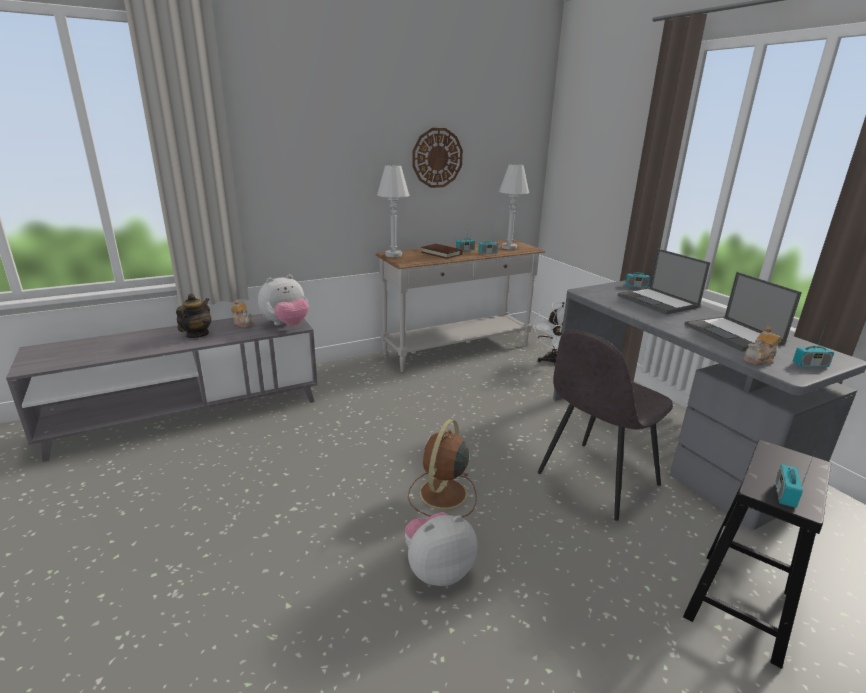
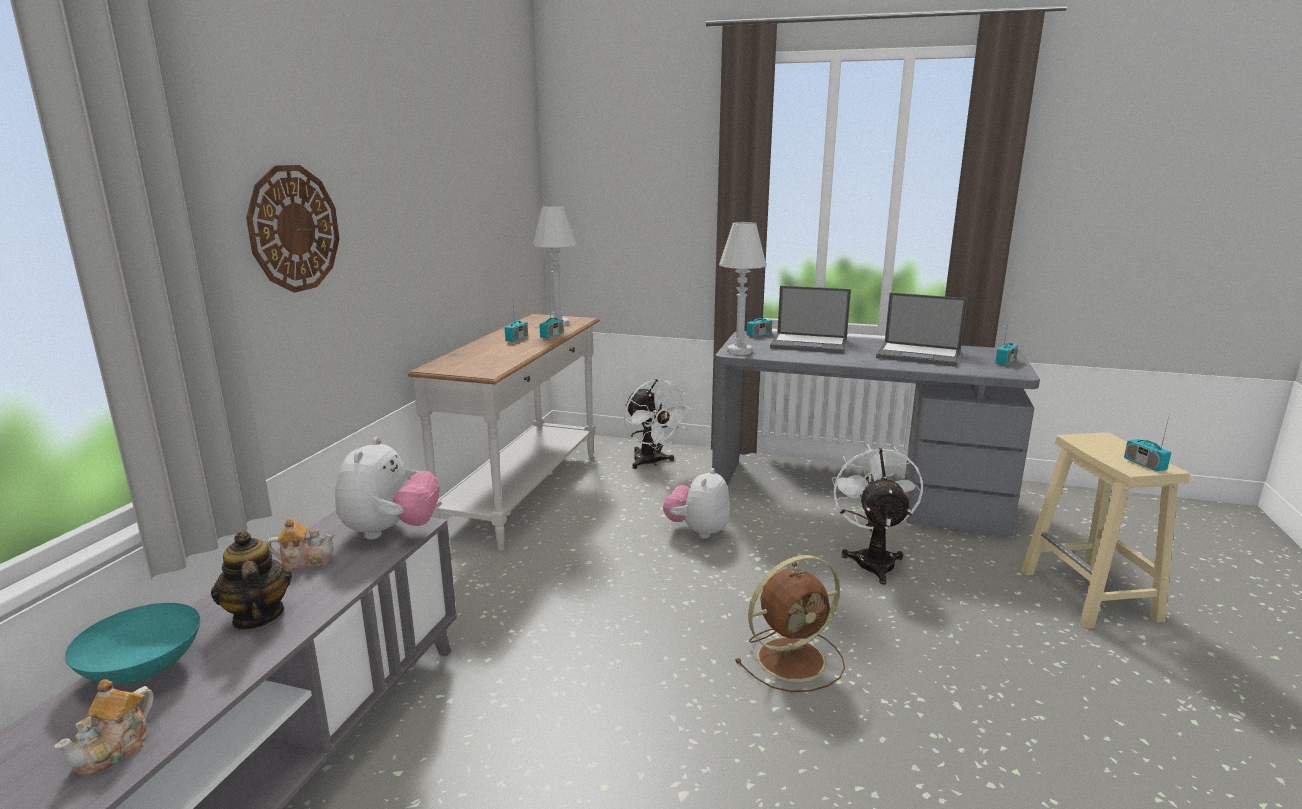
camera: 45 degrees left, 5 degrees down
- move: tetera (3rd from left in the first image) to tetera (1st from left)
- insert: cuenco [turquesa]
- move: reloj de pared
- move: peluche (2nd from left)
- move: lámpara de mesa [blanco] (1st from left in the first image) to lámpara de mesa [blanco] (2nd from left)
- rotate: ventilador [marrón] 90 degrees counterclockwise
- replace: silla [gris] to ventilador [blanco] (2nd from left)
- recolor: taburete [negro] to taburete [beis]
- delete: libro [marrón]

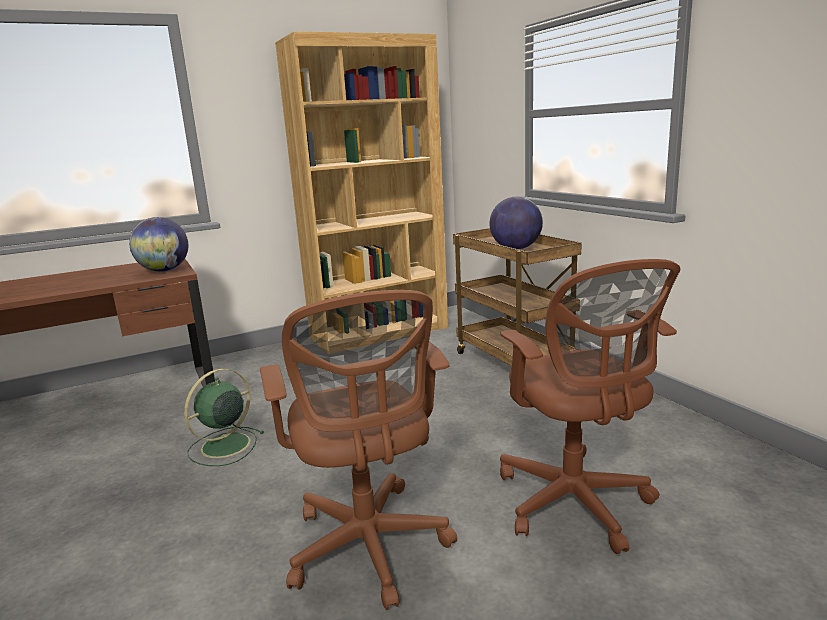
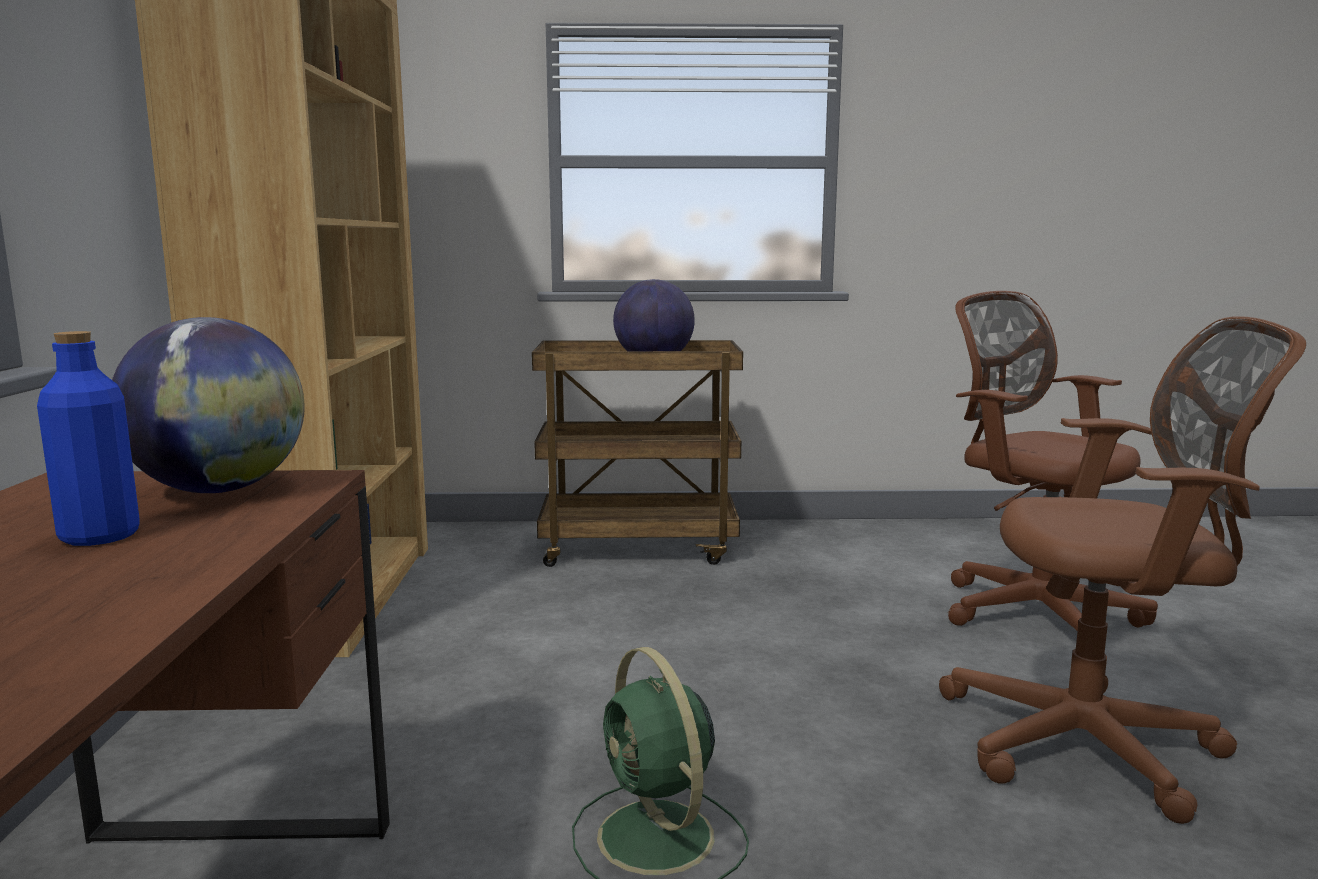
camera: 65 degrees left, 5 degrees down
- insert: botella [azul]
- rotate: silla de oficina [marrón] (2nd from left in the first image) 135 degrees counterclockwise

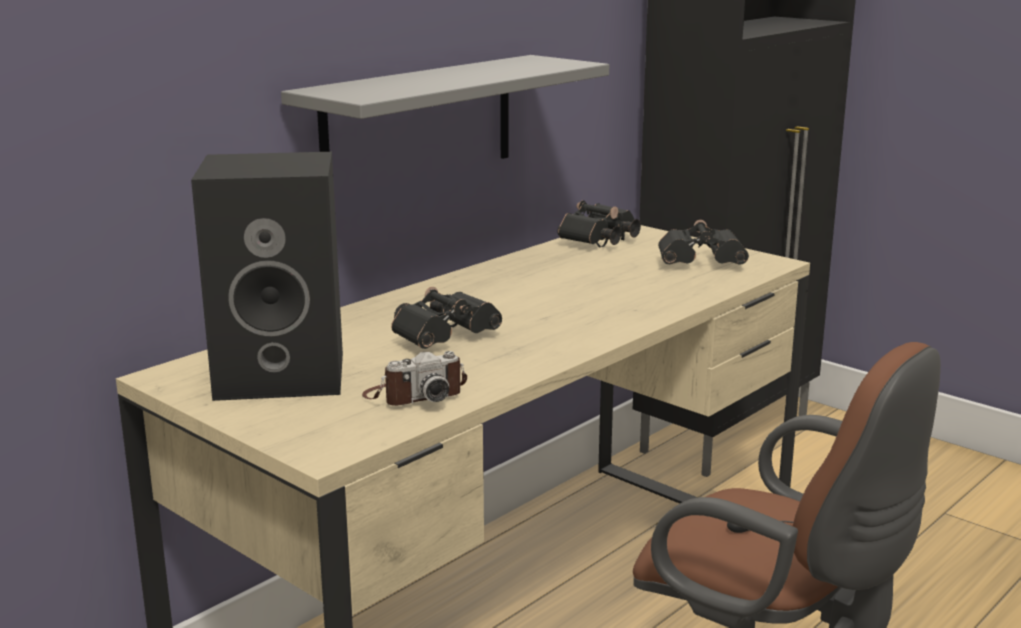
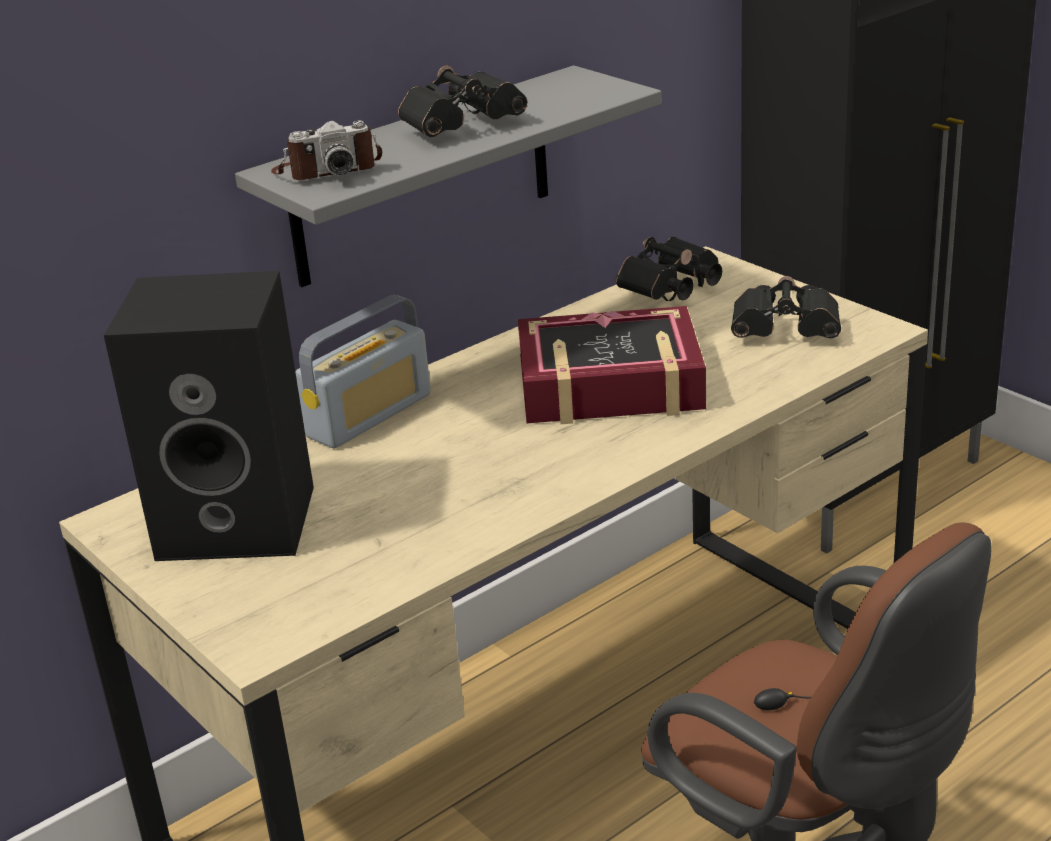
camera: 10 degrees right, 10 degrees up
- move: cámara
- insert: radio
- move: prismáticos [negro] (1st from left)
- insert: libro

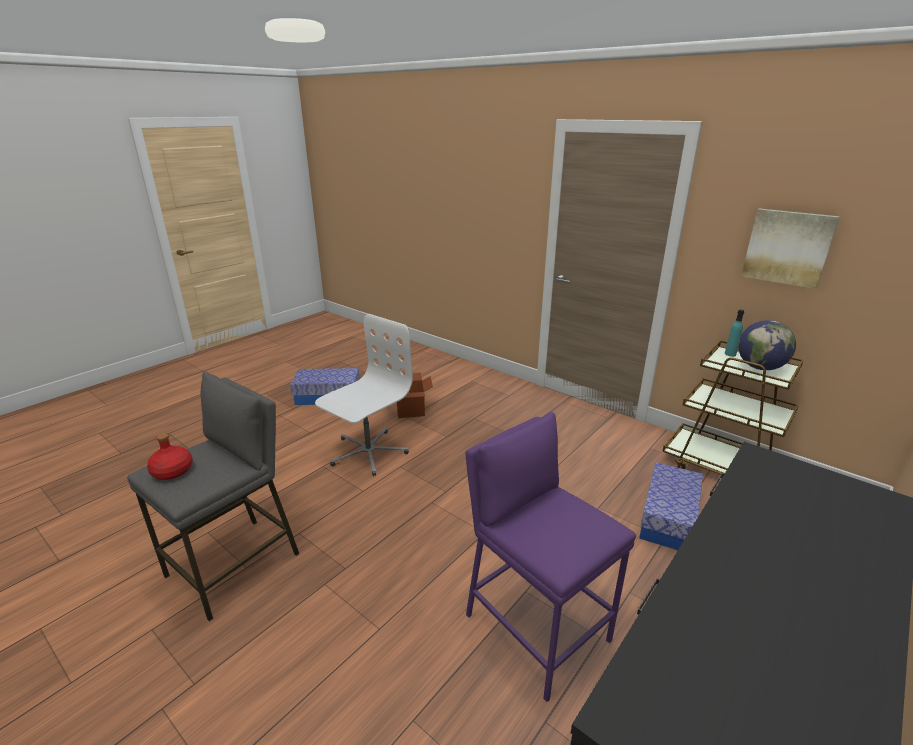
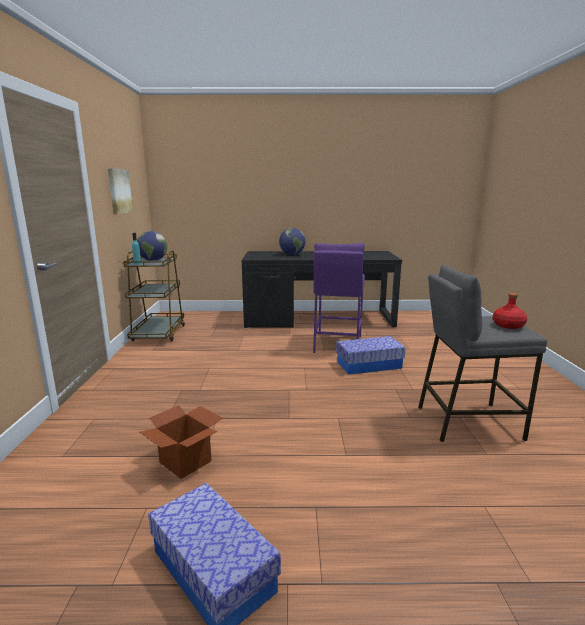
camera: 130 degrees left, 10 degrees down
- insert: globo terráqueo (2nd from left)
- move: caja de almacenaje (2nd from left)
- delete: silla de oficina [blanco]

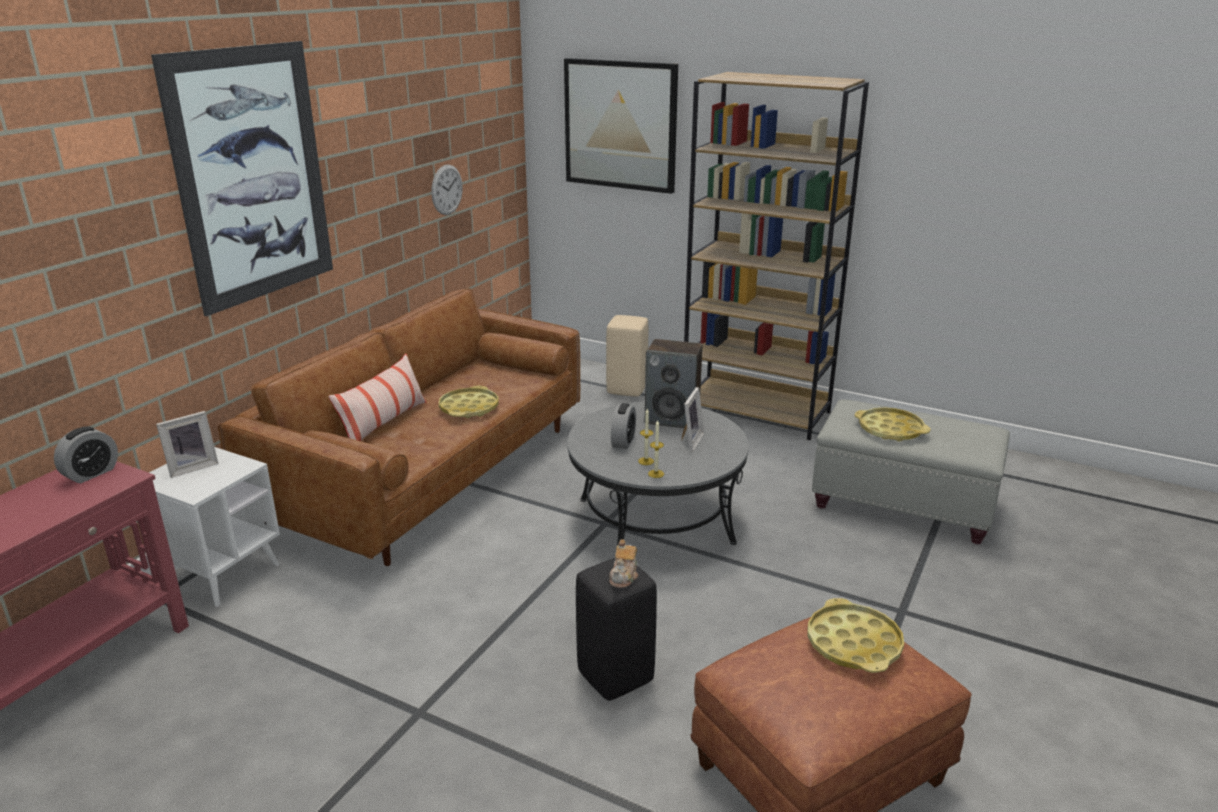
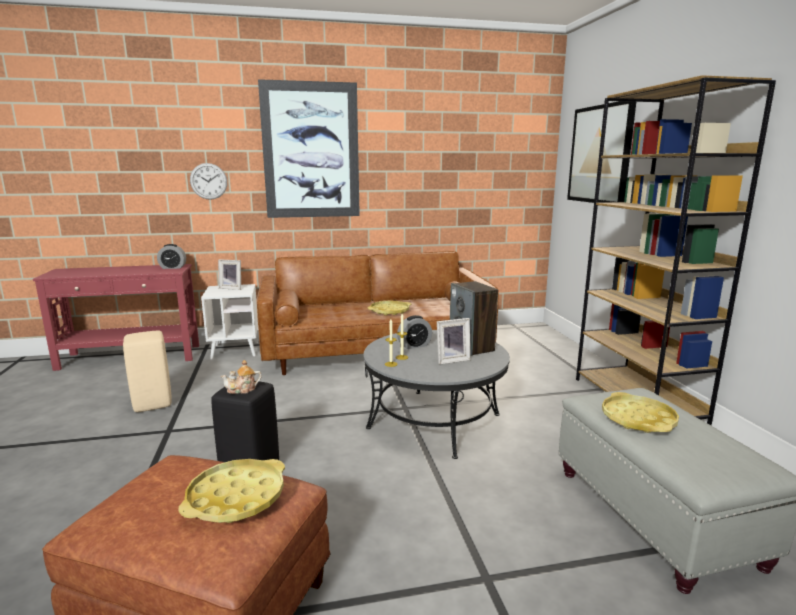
camera: 50 degrees right, 10 degrees down
- move: taburete [beis]
- move: reloj de pared
- delete: cojín

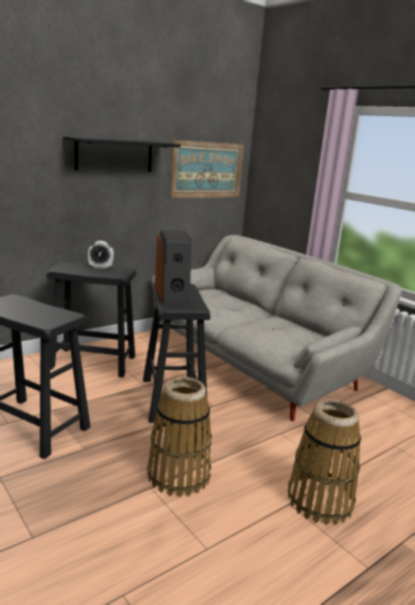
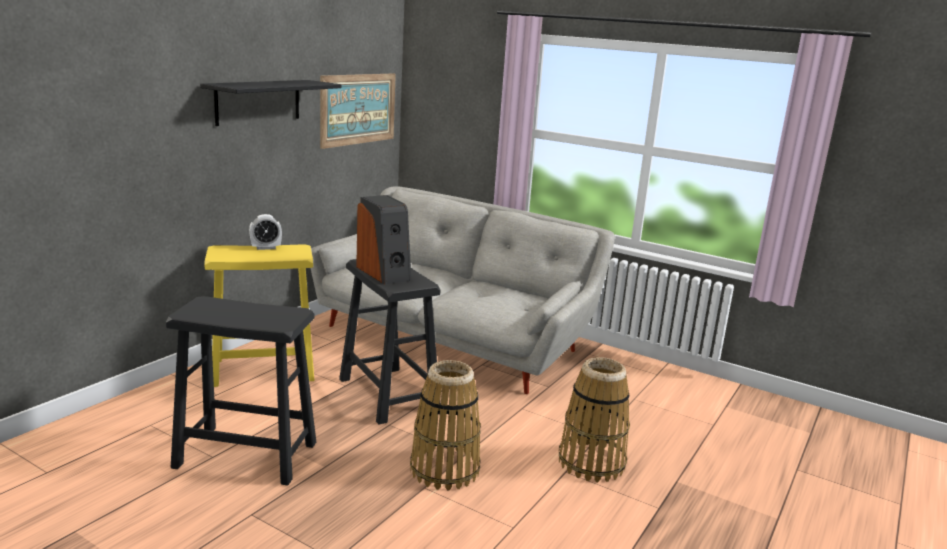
camera: 20 degrees left, 0 degrees up
- recolor: taburete [negro] (2nd from left) to taburete [amarillo]

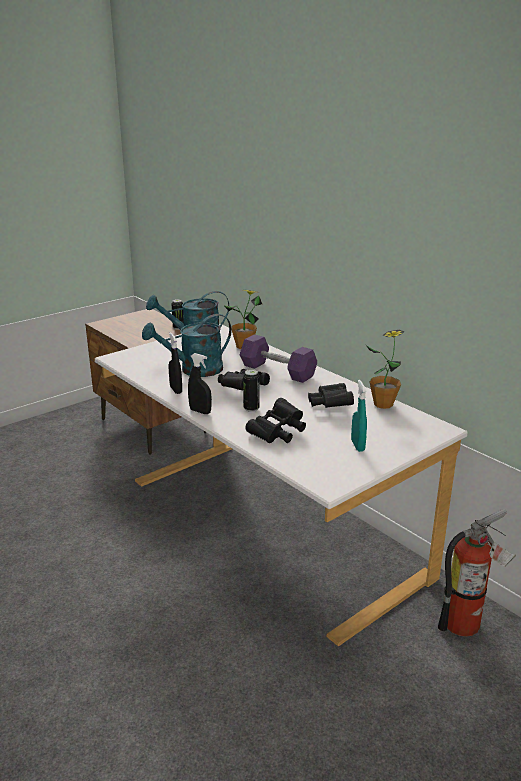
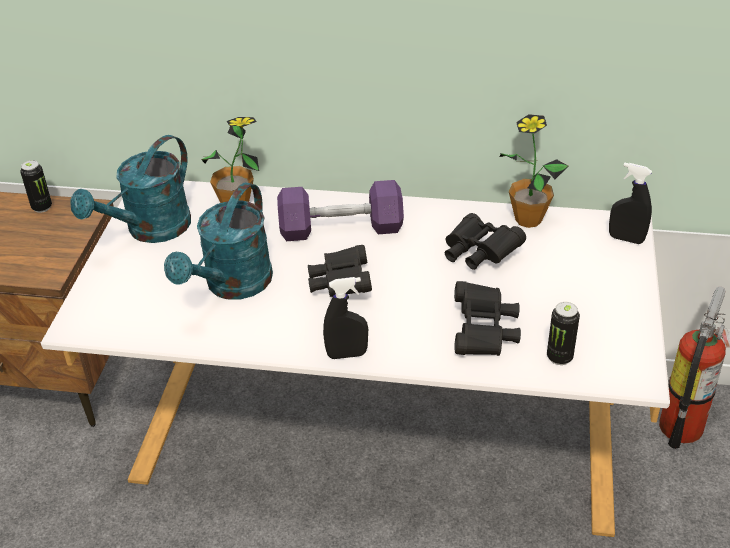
camera: 40 degrees left, 15 degrees up
- move: lata (2nd from left)
- move: pulverizador [negro] (1st from left in the first image) to pulverizador [negro] (2nd from left)
- delete: pulverizador [turquesa]

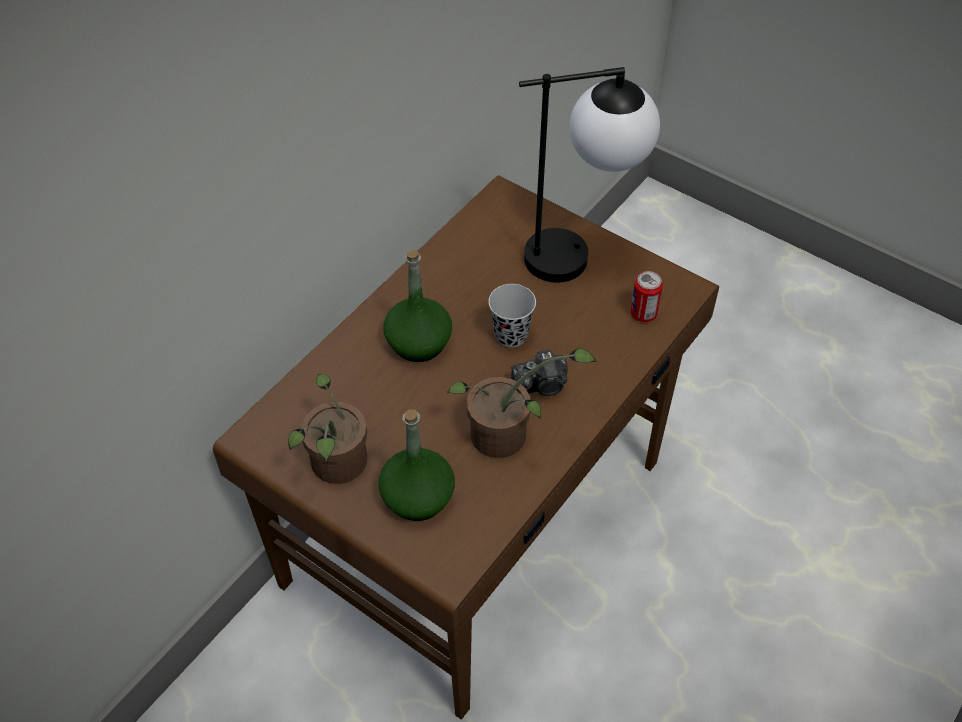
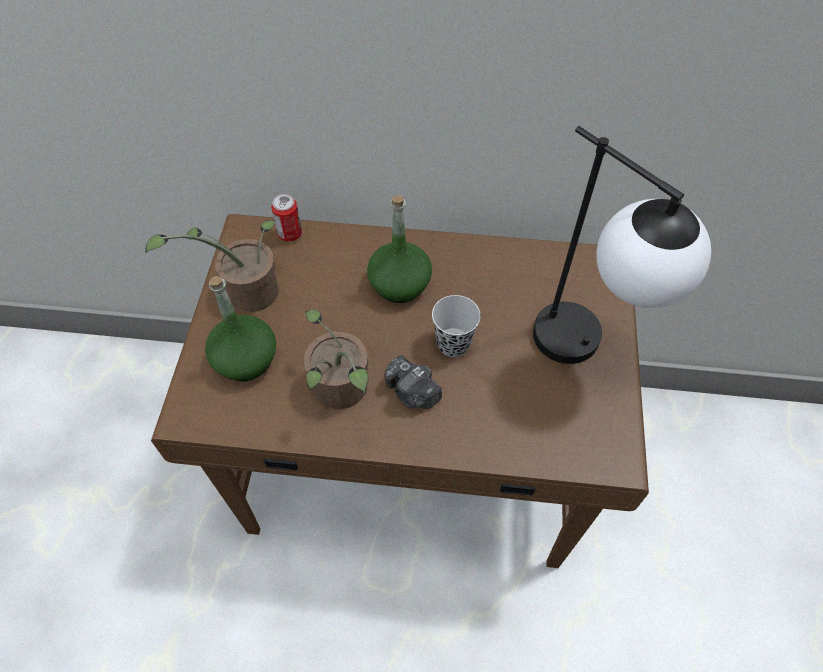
camera: 60 degrees right, 5 degrees up
- move: lata

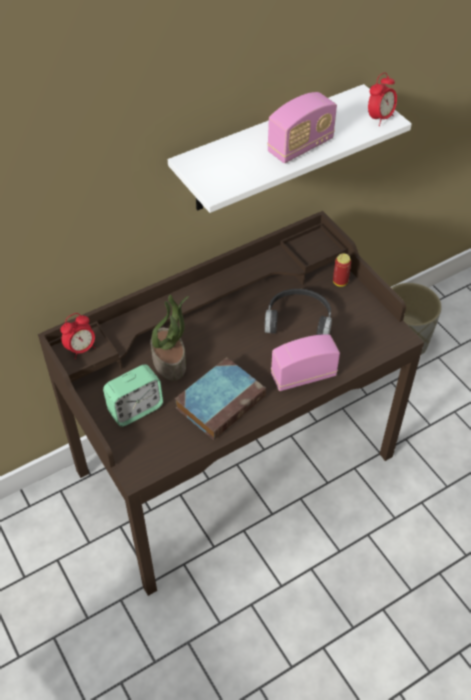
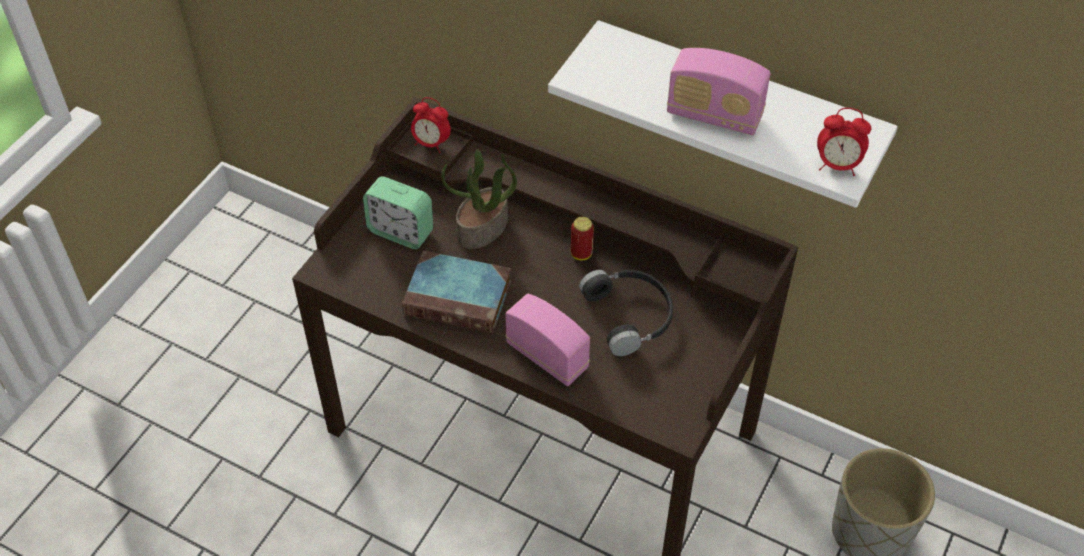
camera: 60 degrees right, 0 degrees up
- move: lata

